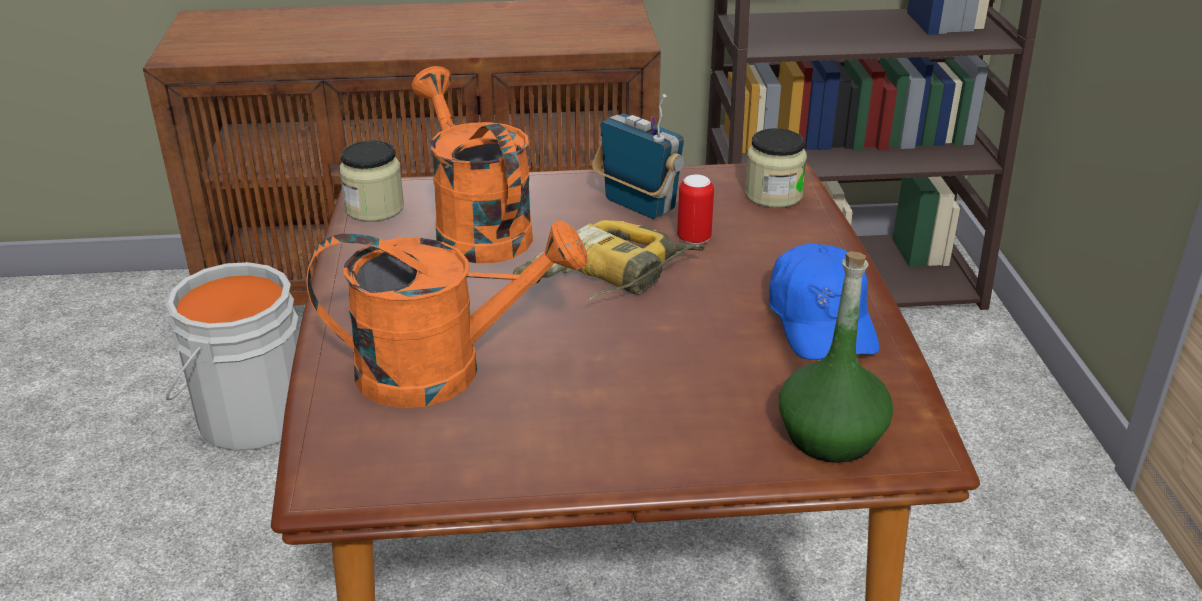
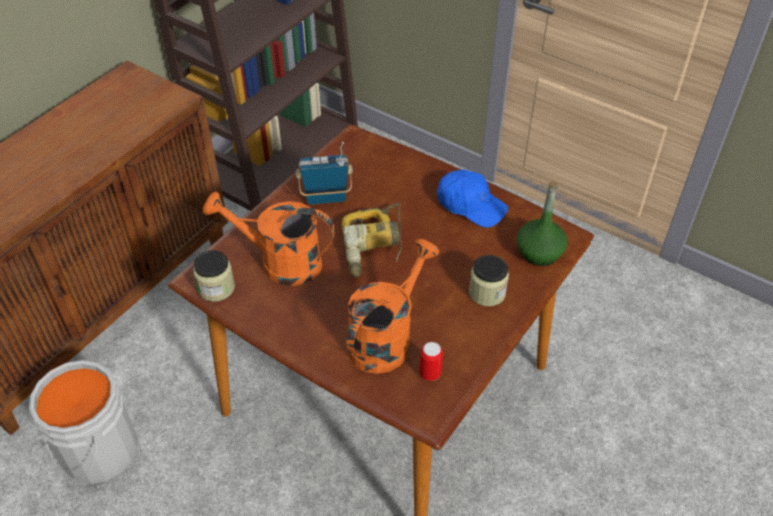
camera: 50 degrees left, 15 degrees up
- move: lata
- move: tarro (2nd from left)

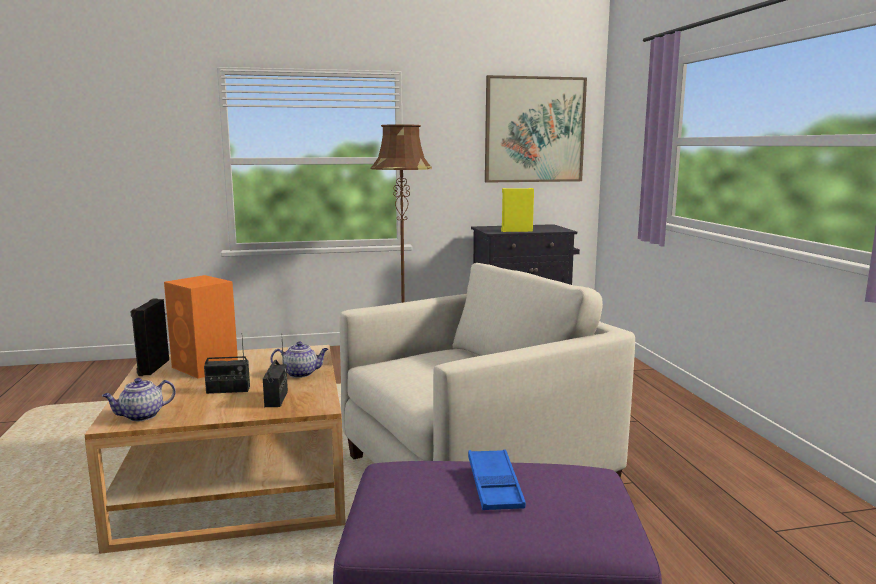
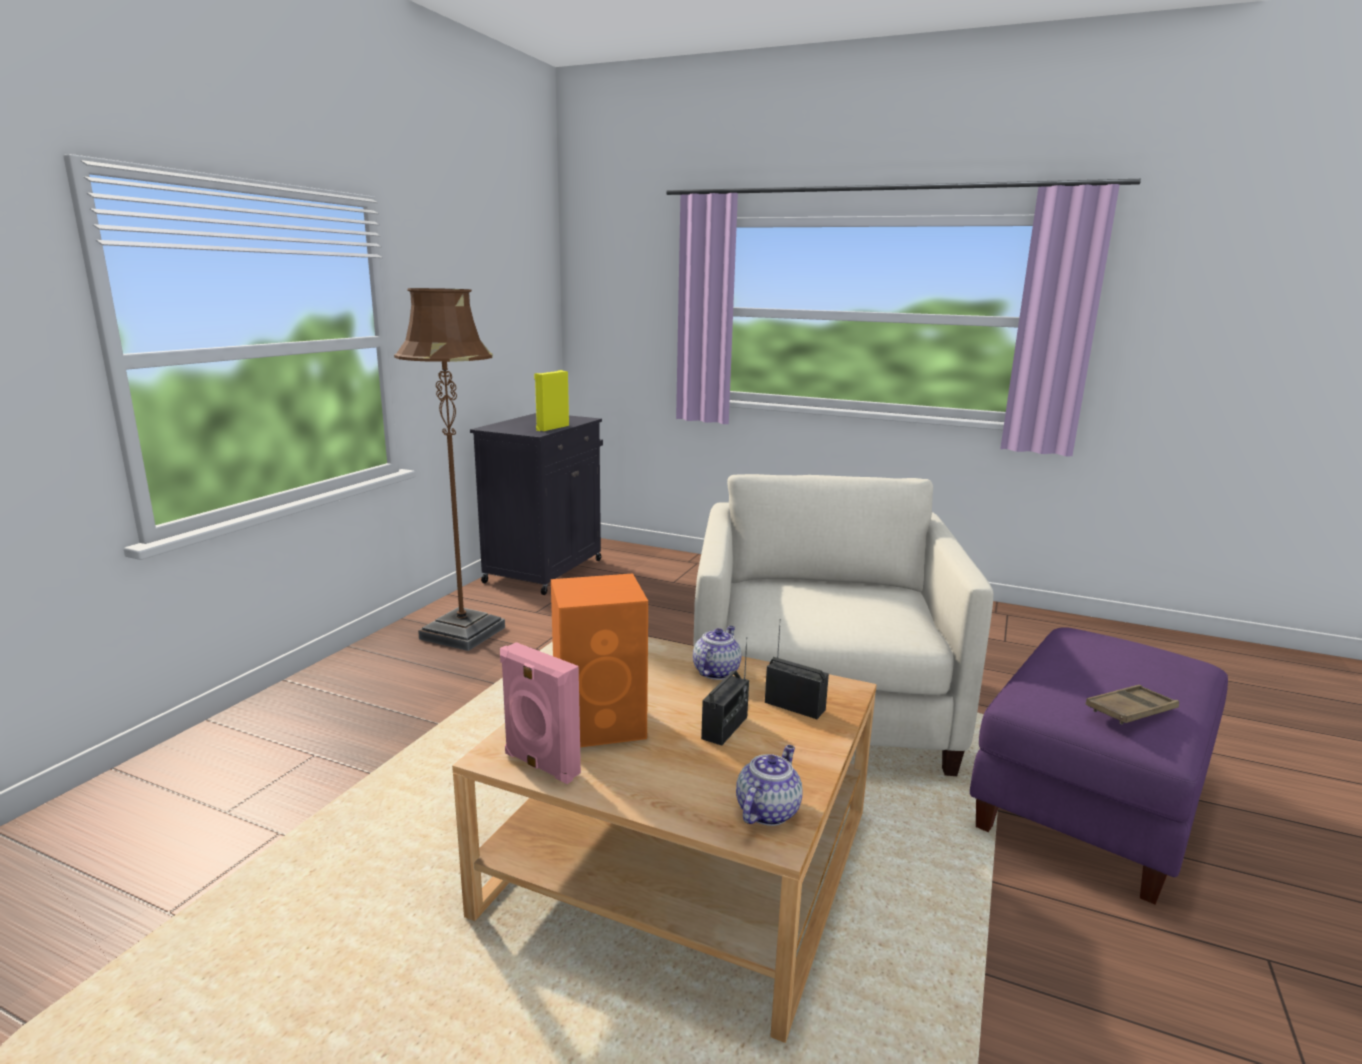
camera: 55 degrees left, 5 degrees up
- recolor: altavoz [negro] to altavoz [rosa]
- rotate: tetera (1st from left in the first image) 150 degrees counterclockwise
- insert: bandeja [marrón]
- delete: bandeja [azul]
- delete: cuadro

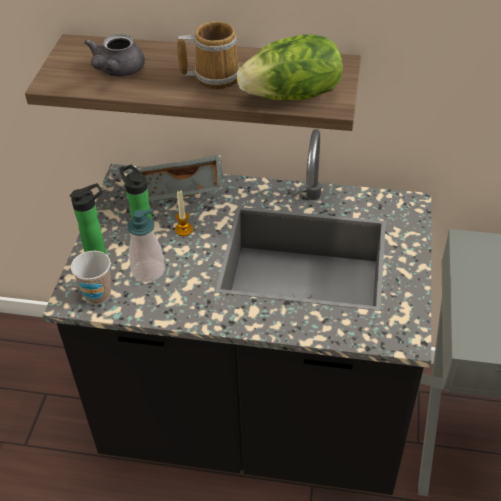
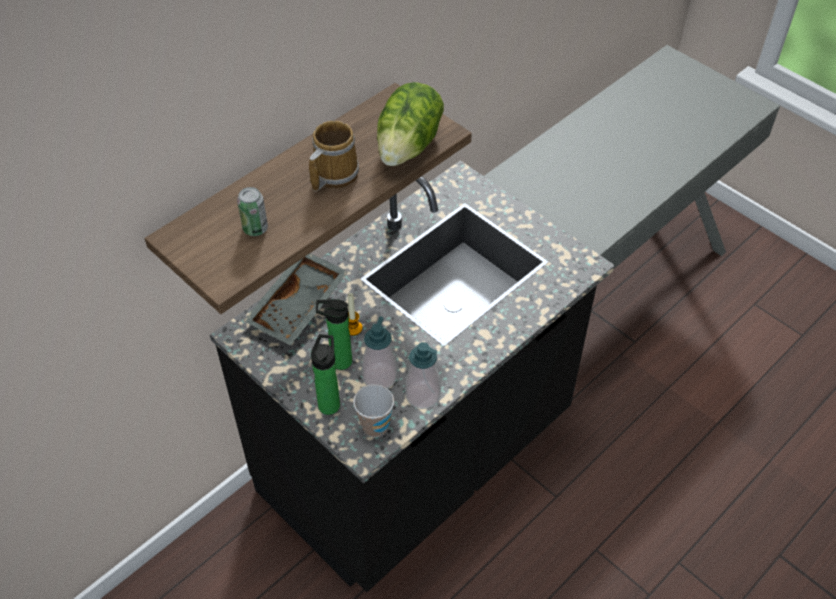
camera: 55 degrees left, 5 degrees up
- replace: tetera [gris] to lata
- insert: dispensador de jabón (2nd from left)

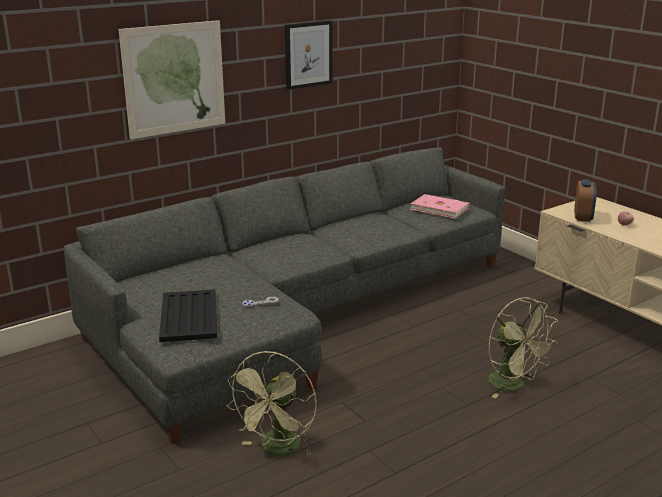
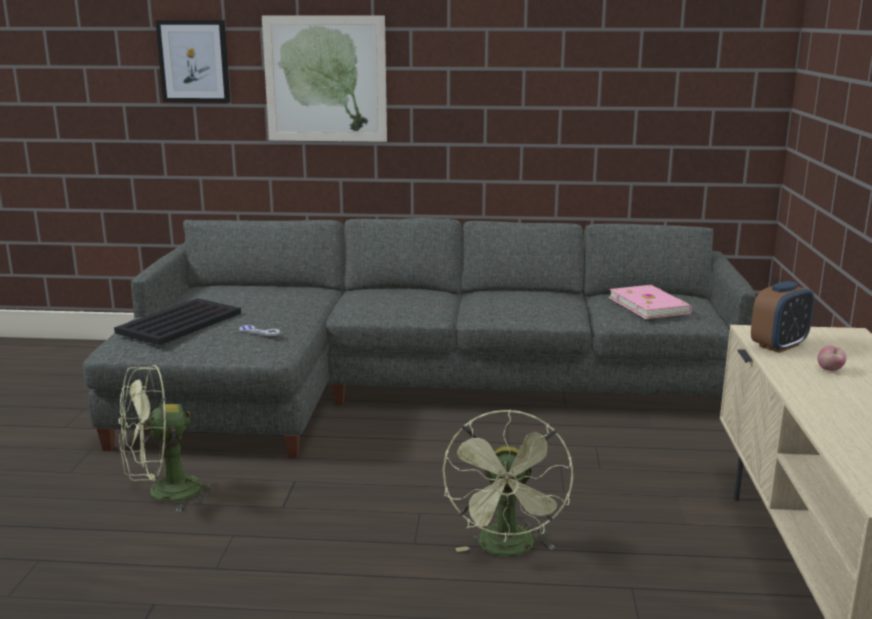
camera: 40 degrees right, 5 degrees down
- move: cuadro (2nd from left in the first image) to cuadro (1st from left)

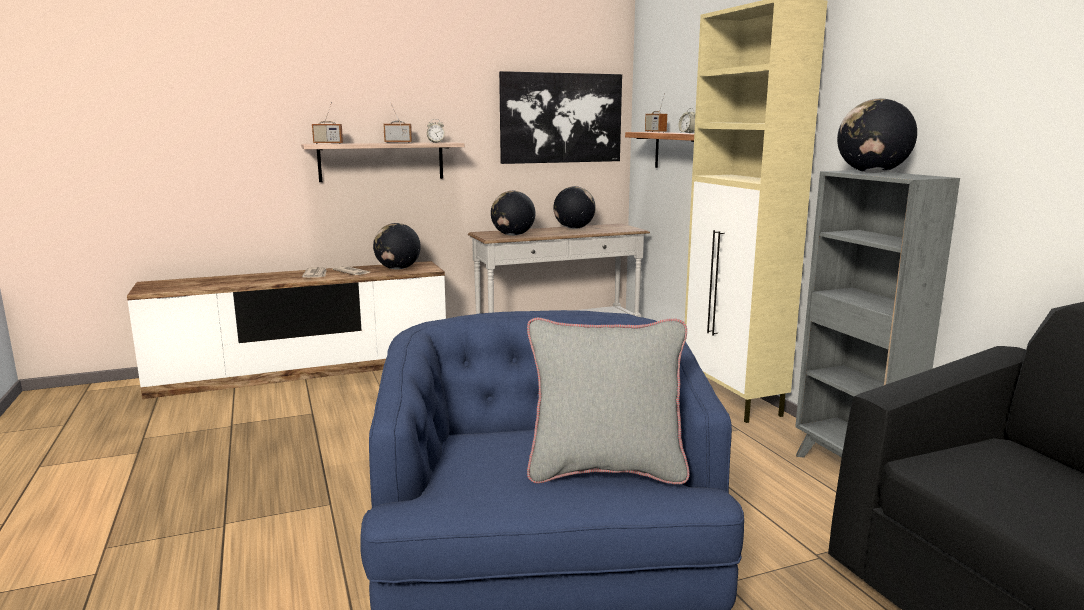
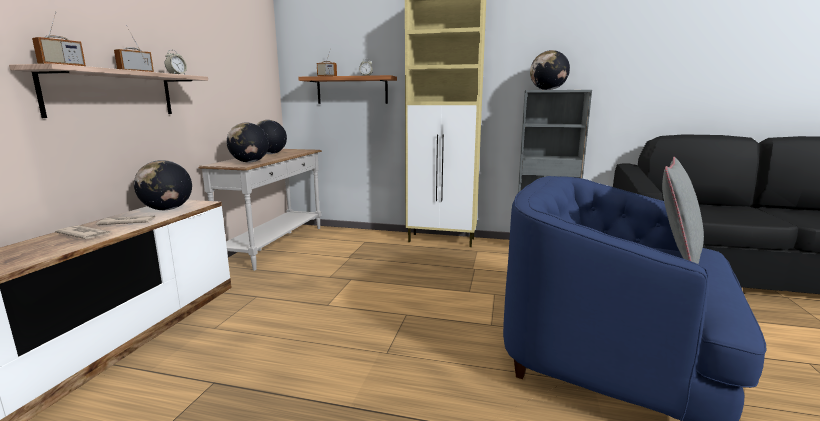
camera: 55 degrees left, 0 degrees up
- delete: cuadro

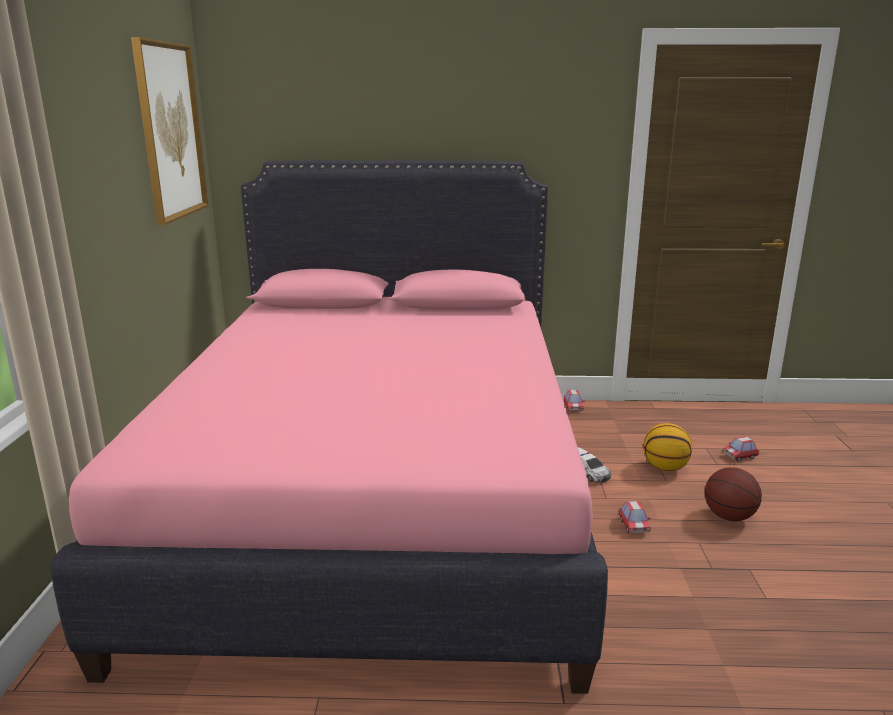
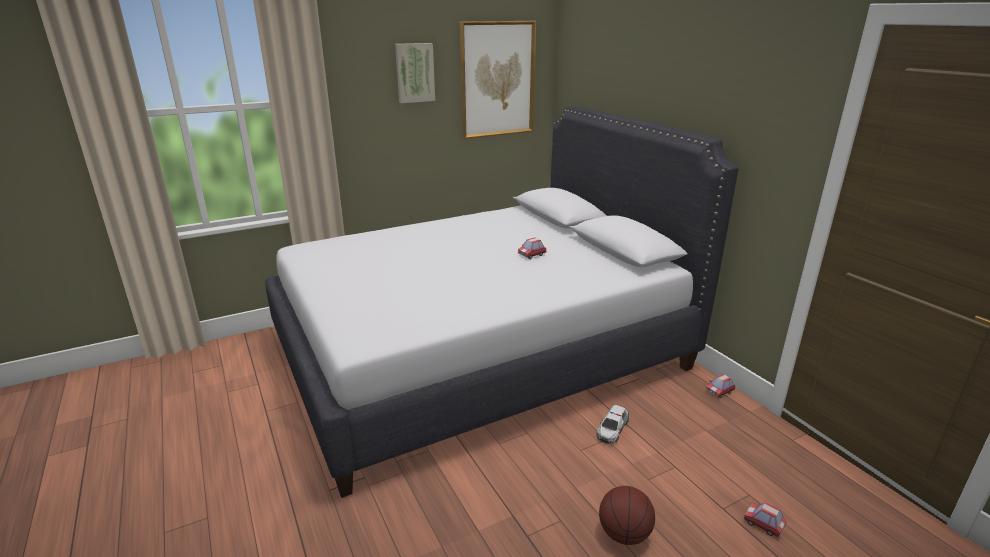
camera: 60 degrees right, 5 degrees up
- recolor: cama [rosa] to cama [blanco]
- insert: cuadro (1st from left)
- move: coche de juguete (3rd from left in the first image) to coche de juguete (1st from left)
- delete: balón de baloncesto (1st from left)

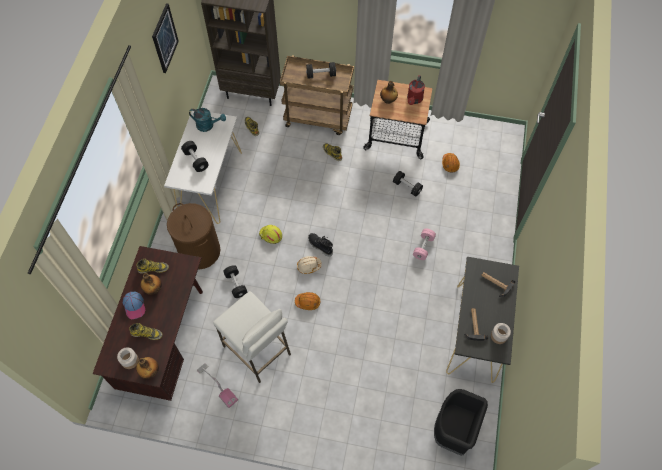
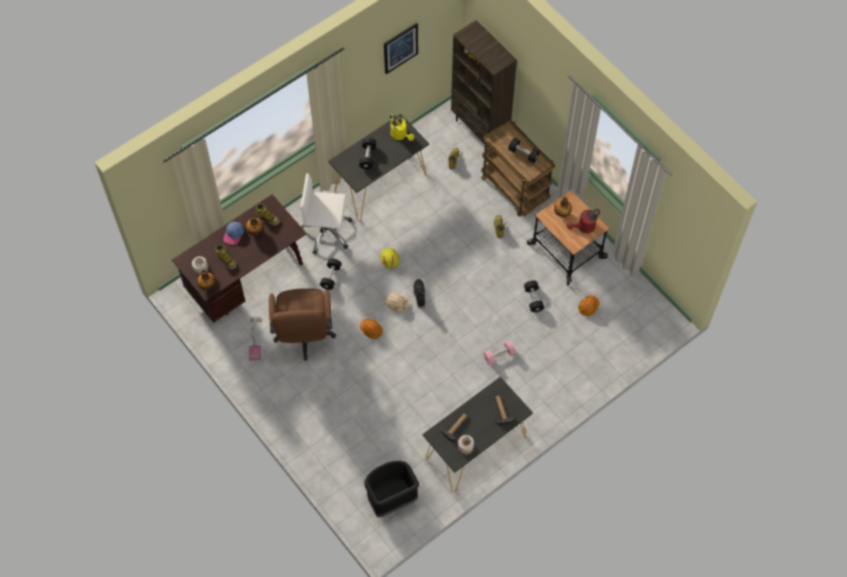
camera: 40 degrees right, 0 degrees up
- replace: taburete [blanco] to silla de oficina [marrón]
- replace: cesto de la ropa [marrón] to silla de oficina [blanco]
- recolor: mesa consola [blanco] to mesa consola [negro] (1st from left)
- recolor: regadera [turquesa] to regadera [amarillo]

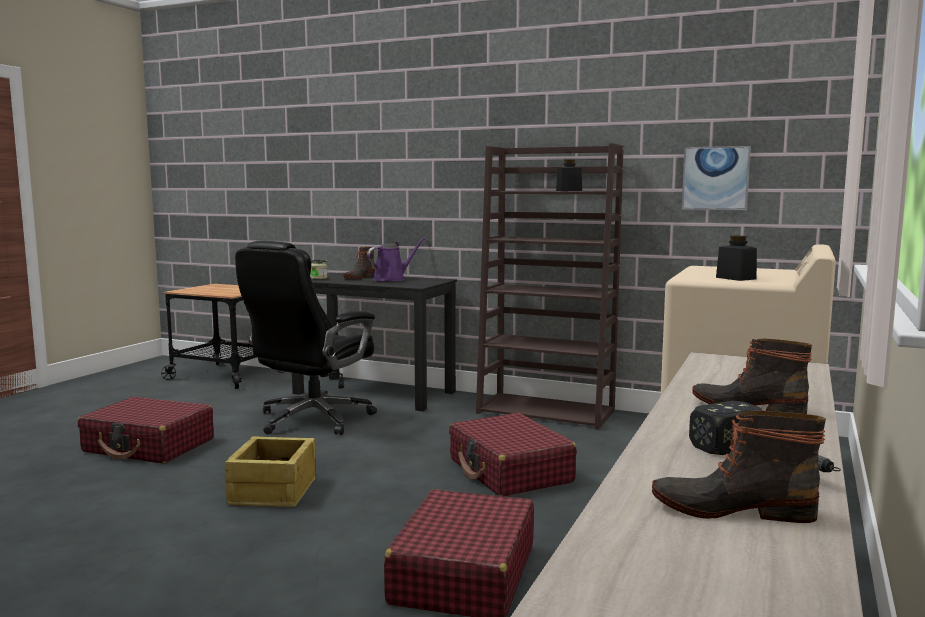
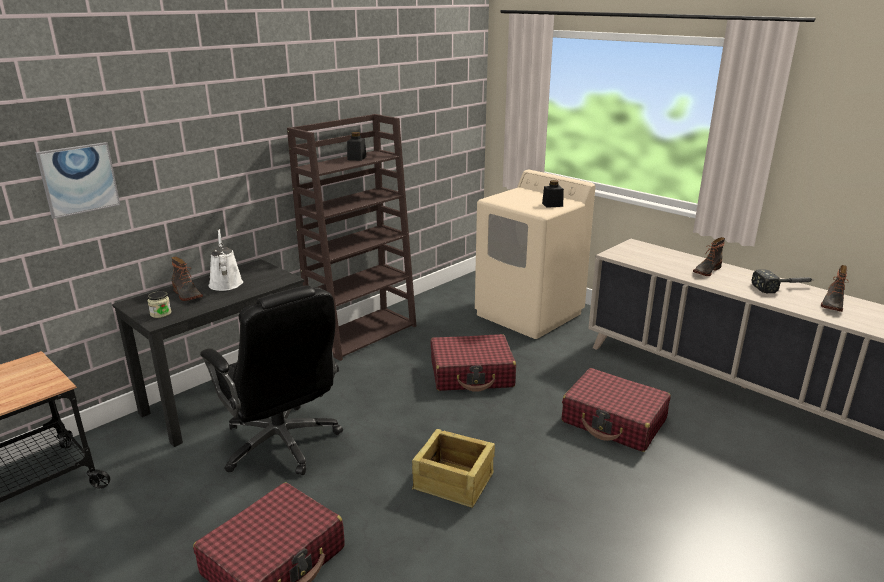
camera: 70 degrees left, 15 degrees up
- move: cuadro
- recolor: regadera [morado] to regadera [blanco]

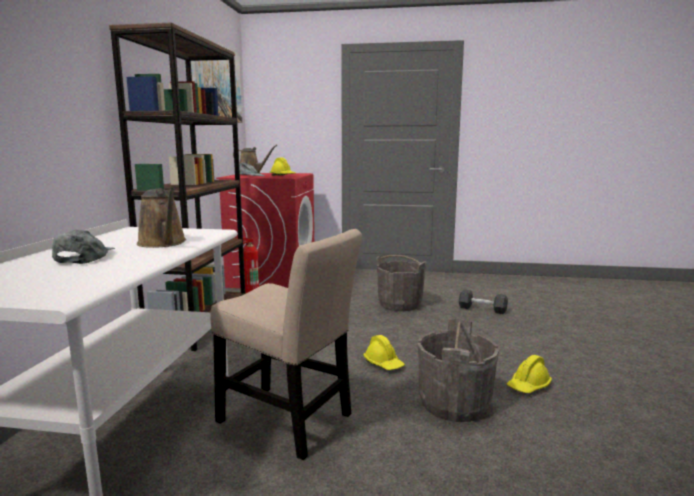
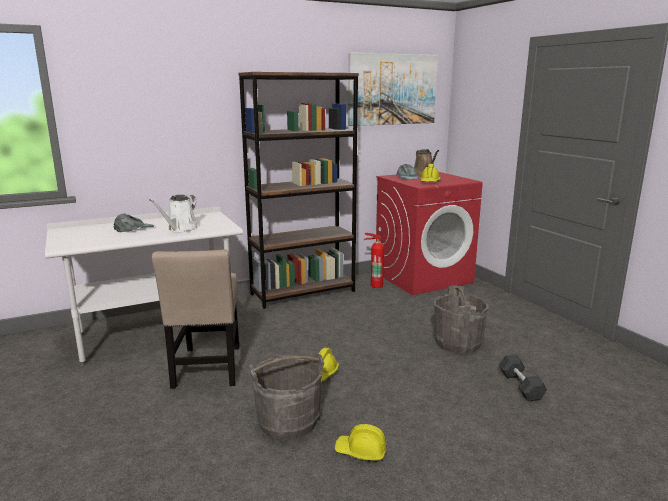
camera: 55 degrees right, 5 degrees up
- recolor: regadera [marrón] (1st from left) to regadera [blanco]

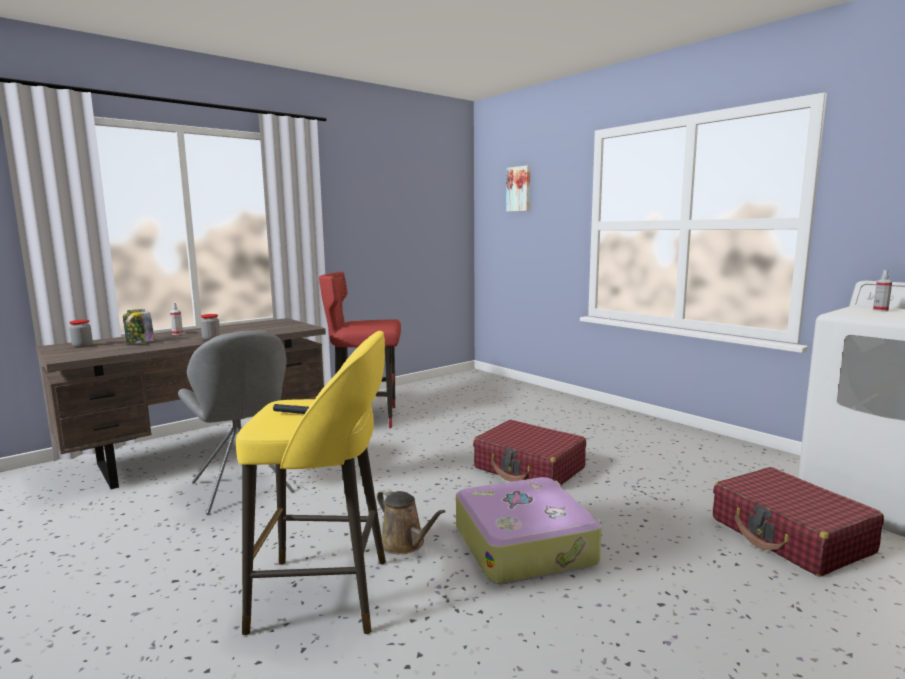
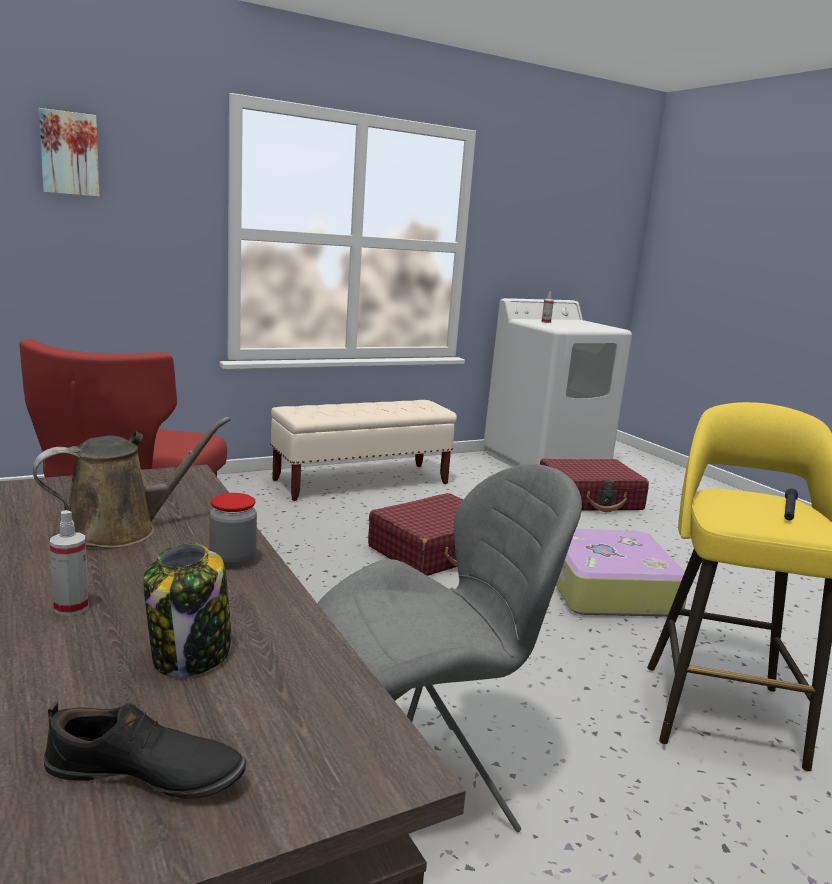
camera: 80 degrees left, 5 degrees up
- move: regadera [marrón]
- replace: tarro (1st from left) to zapato [negro]
- insert: banco [beis]

